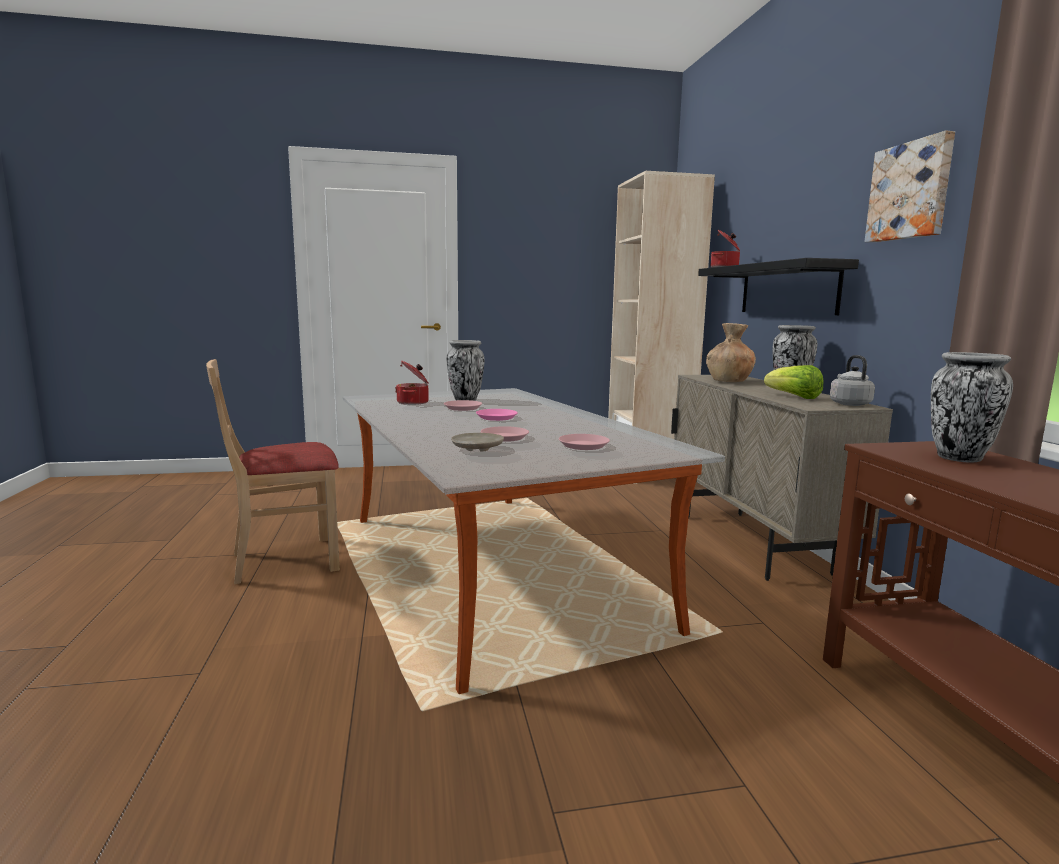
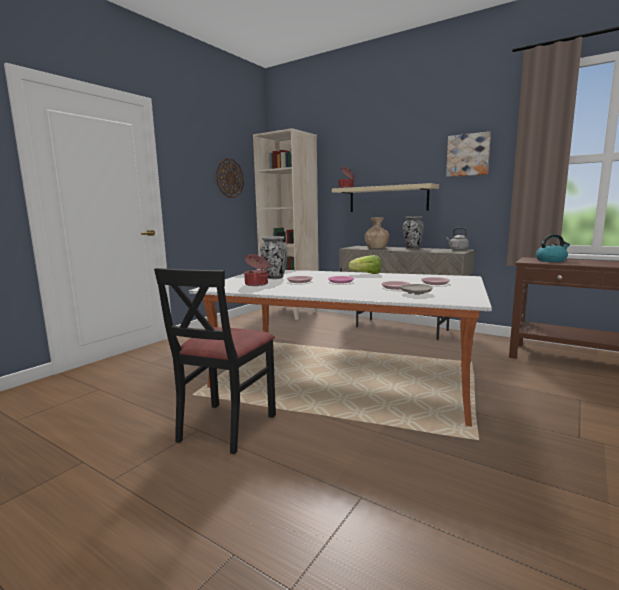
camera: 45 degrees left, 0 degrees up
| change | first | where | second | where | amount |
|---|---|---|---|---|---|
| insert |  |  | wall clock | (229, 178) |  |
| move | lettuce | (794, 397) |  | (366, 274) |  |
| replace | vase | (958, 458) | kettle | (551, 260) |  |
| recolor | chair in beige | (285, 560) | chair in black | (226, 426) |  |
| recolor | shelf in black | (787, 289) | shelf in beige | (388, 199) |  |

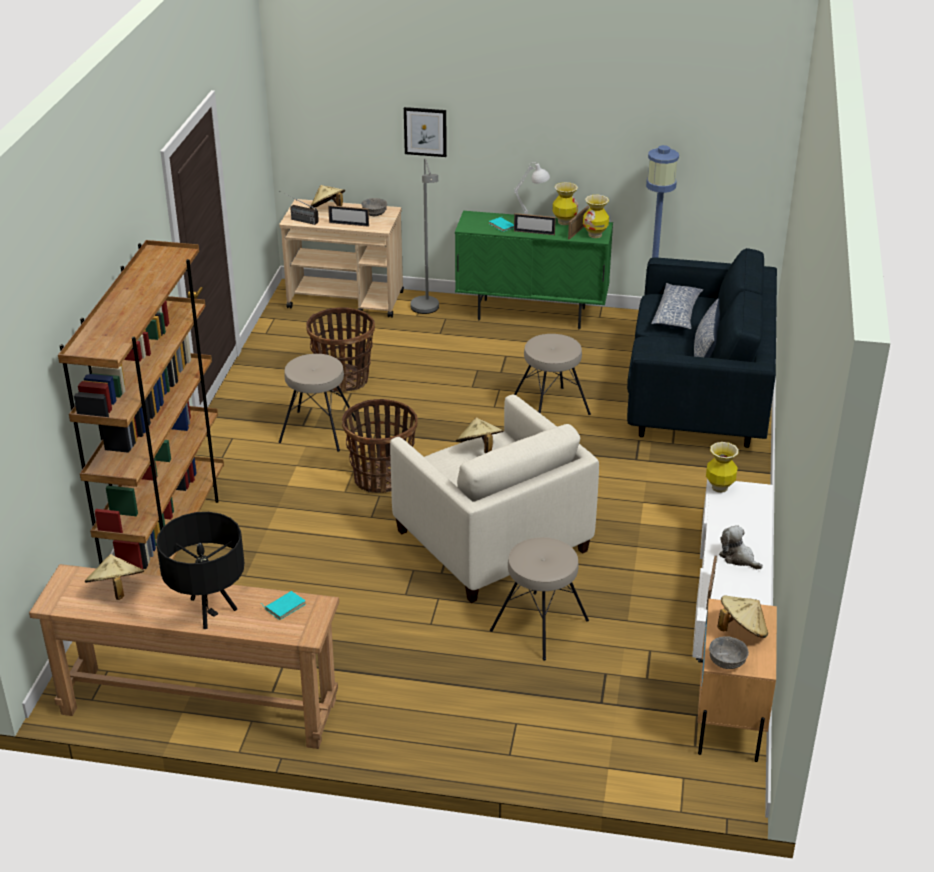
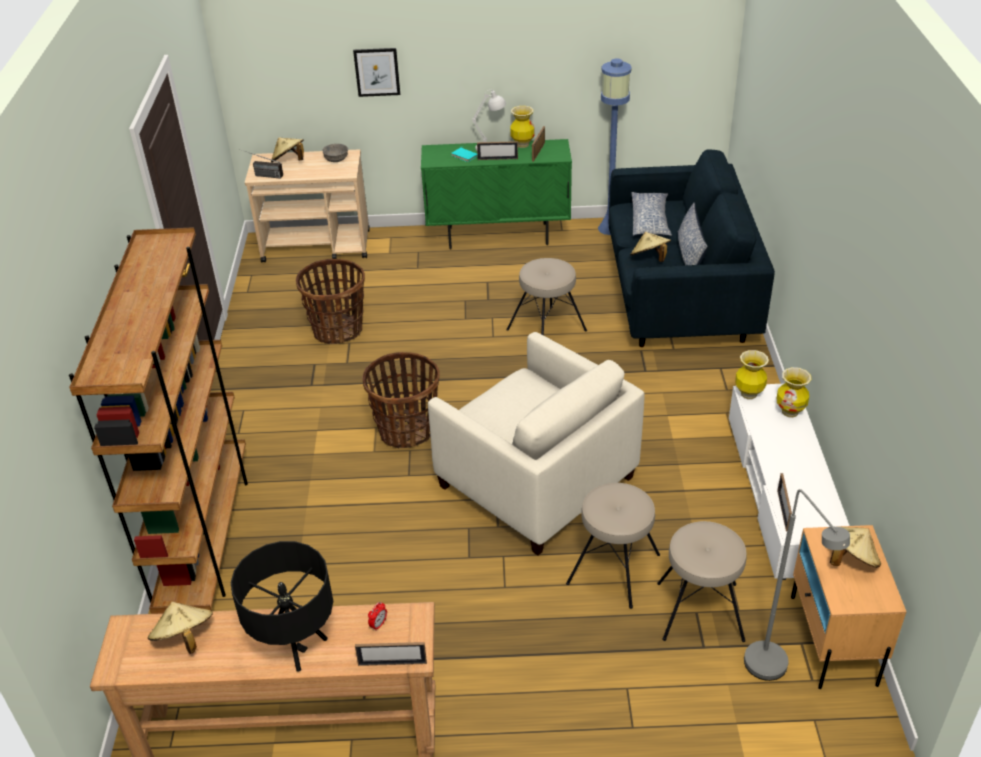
camera: 10 degrees left, 5 degrees up
| change | first | where | second | where | amount |
|---|---|---|---|---|---|
| delete | bowl in grey | (726, 663) |  |  |  |
| delete | plush toy | (738, 558) |  |  |  |
| move | stool in beige | (318, 430) |  | (699, 610) |  |
| move | picture frame | (349, 224) |  | (392, 663) |  |
| move | floor lamp in grey | (427, 311) |  | (773, 671) |  |
| move | hat in beige | (479, 448) |  | (649, 259) |  |
| move | vase | (595, 235) |  | (790, 412) |  |
| replace | book in turquoise | (284, 606) | alarm clock | (378, 624) |  |

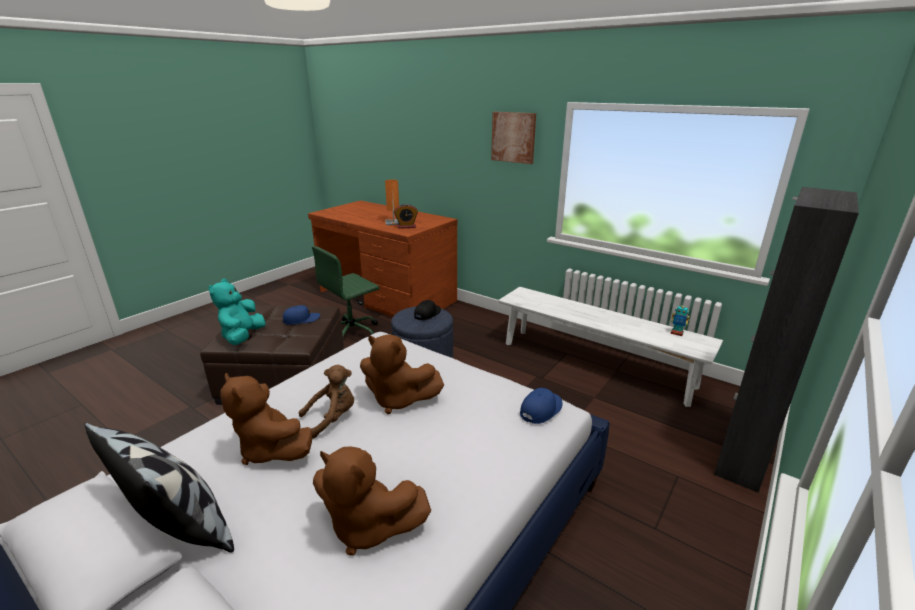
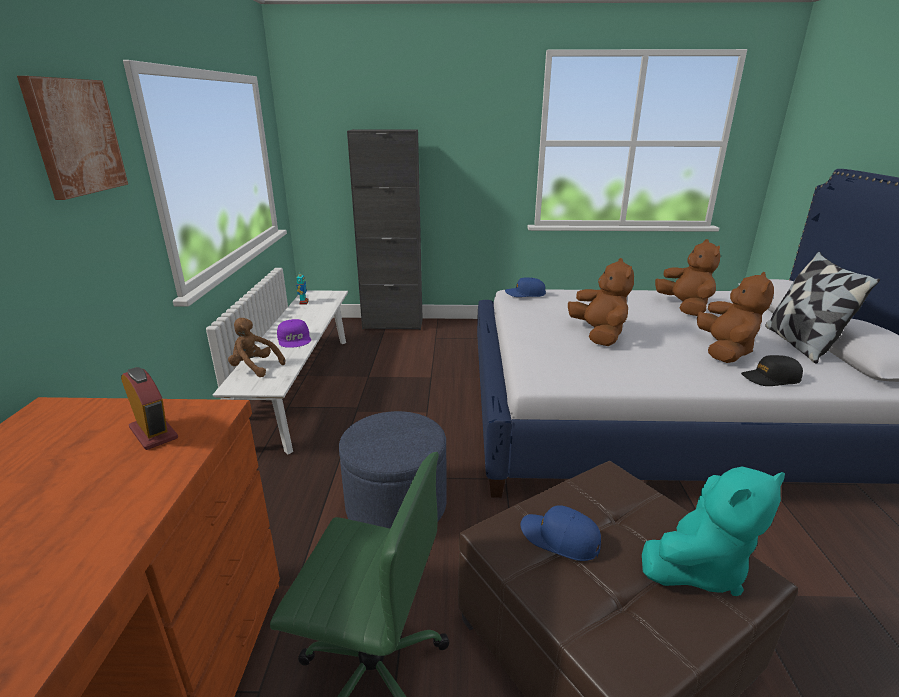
camera: 125 degrees left, 0 degrees up
| change | first | where | second | where | amount |
|---|---|---|---|---|---|
| delete | table lamp in orange | (393, 222) |  |  |  |
| insert |  |  | cap in purple | (295, 339) |  |
| move | plush toy in brown | (332, 418) |  | (255, 367) |  |
| move | cap in black | (427, 314) |  | (770, 378) |  |

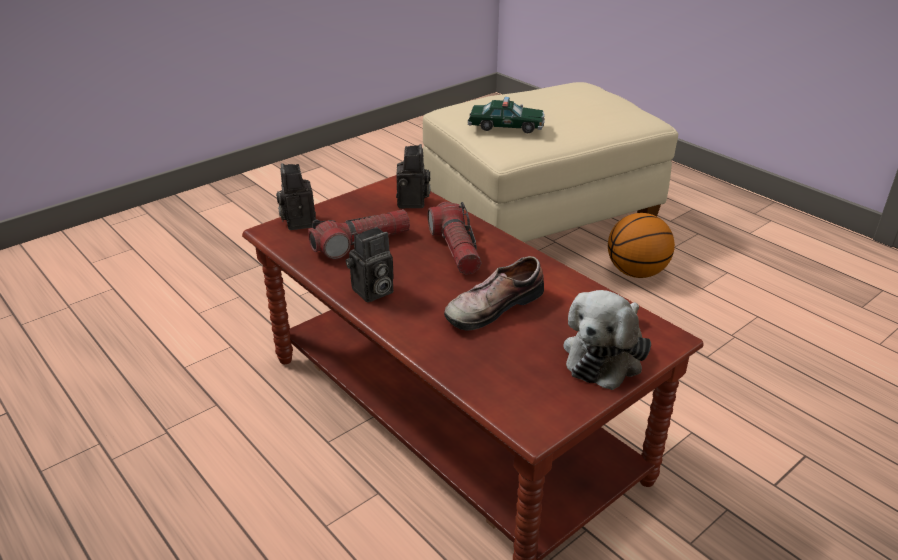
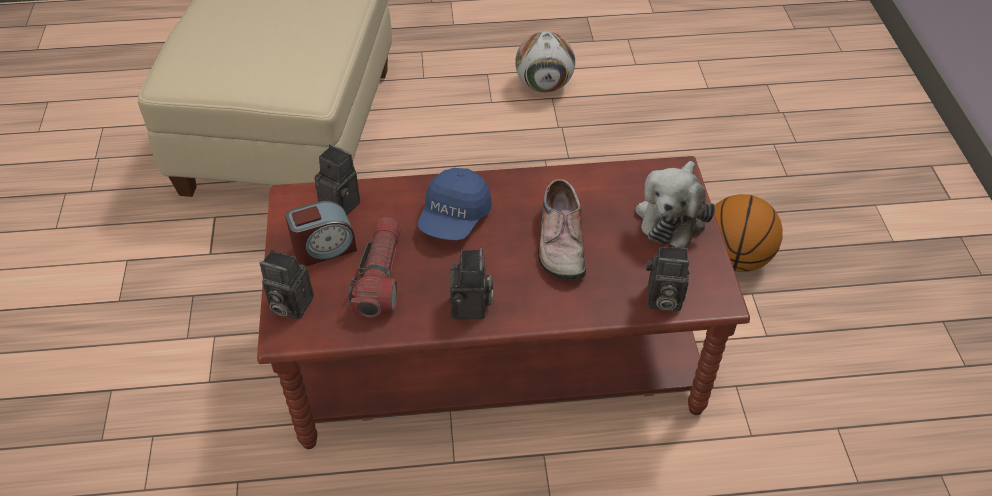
camera: 55 degrees left, 15 degrees up
| change | first | where | second | where | amount |
|---|---|---|---|---|---|
| delete | toy car | (506, 126) |  |  |  |
| insert |  |  | alarm clock | (324, 249) |  |
| insert |  |  | football | (544, 85) |  |
| insert |  |  | photo camera | (661, 299) |  |
| move | basketball | (636, 272) |  | (735, 258) |  |
| replace | flashlight | (456, 249) | cap in blue | (454, 218) |  |
| rotate | plush toy | (605, 355) |  | (672, 215) | 45 degrees clockwise |

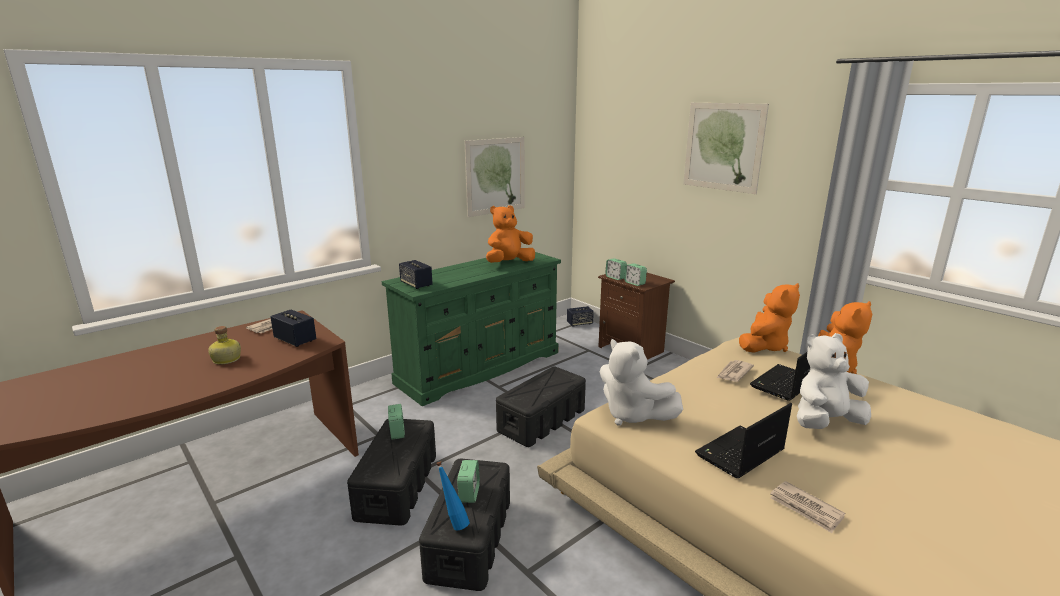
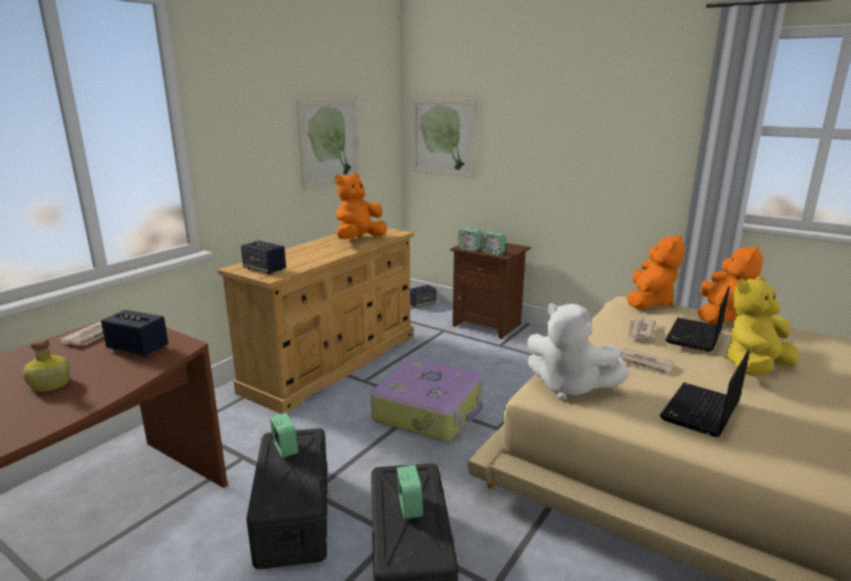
camera: 15 degrees left, 0 degrees up
| change | first | where | second | where | amount |
|---|---|---|---|---|---|
| delete | bottle in blue | (454, 523) |  |  |  |
| move | picture | (723, 147) |  | (443, 137) |  |
| move | newspaper | (806, 509) |  | (644, 364) |  |
| replace | storage box in black | (542, 420) | suitcase | (430, 411) |  |
| recolor | dresser in green | (480, 367) | dresser in beige | (333, 362) |  |
| recolor | plush toy in white | (825, 422) | plush toy in yellow | (755, 368) |  |

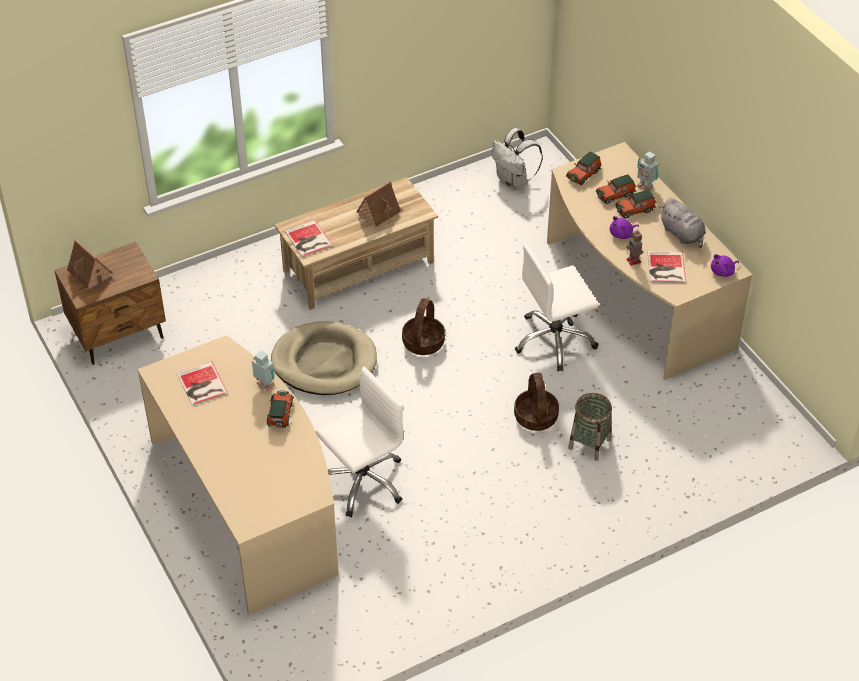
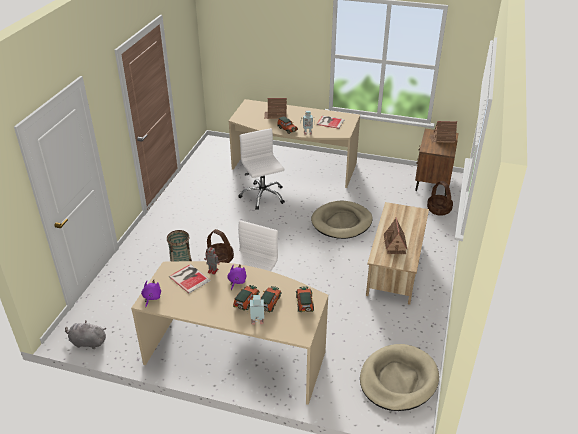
camera: 135 degrees right, 10 degrees down
| change | first | where | second | where | amount |
|---|---|---|---|---|---|
| delete | book | (308, 240) |  |  |  |
| insert |  |  | toy house | (275, 115) |  |
| move | basket | (423, 342) |  | (439, 209) |  |
| move | plush toy in grey | (683, 234) |  | (87, 342) |  |
| replace | backpack in white | (514, 182) | dog bed in beige | (398, 380) |  |
| rotate | office chair in white | (362, 481) |  | (262, 196) | 150 degrees clockwise |

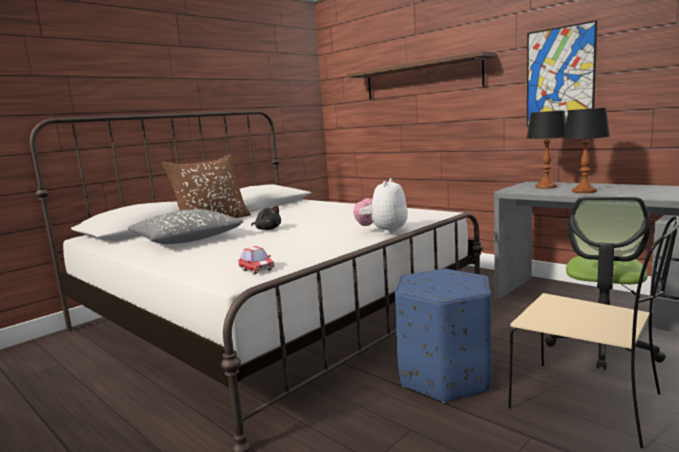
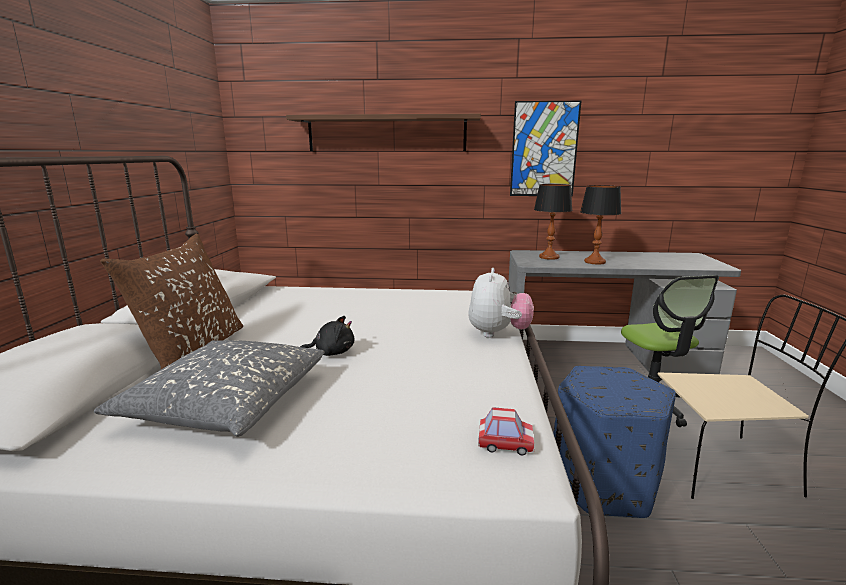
camera: 40 degrees left, 5 degrees up
| change | first | where | second | where | amount |
|---|---|---|---|---|---|
| rotate | plush toy | (383, 232) |  | (498, 333) | 150 degrees counterclockwise |

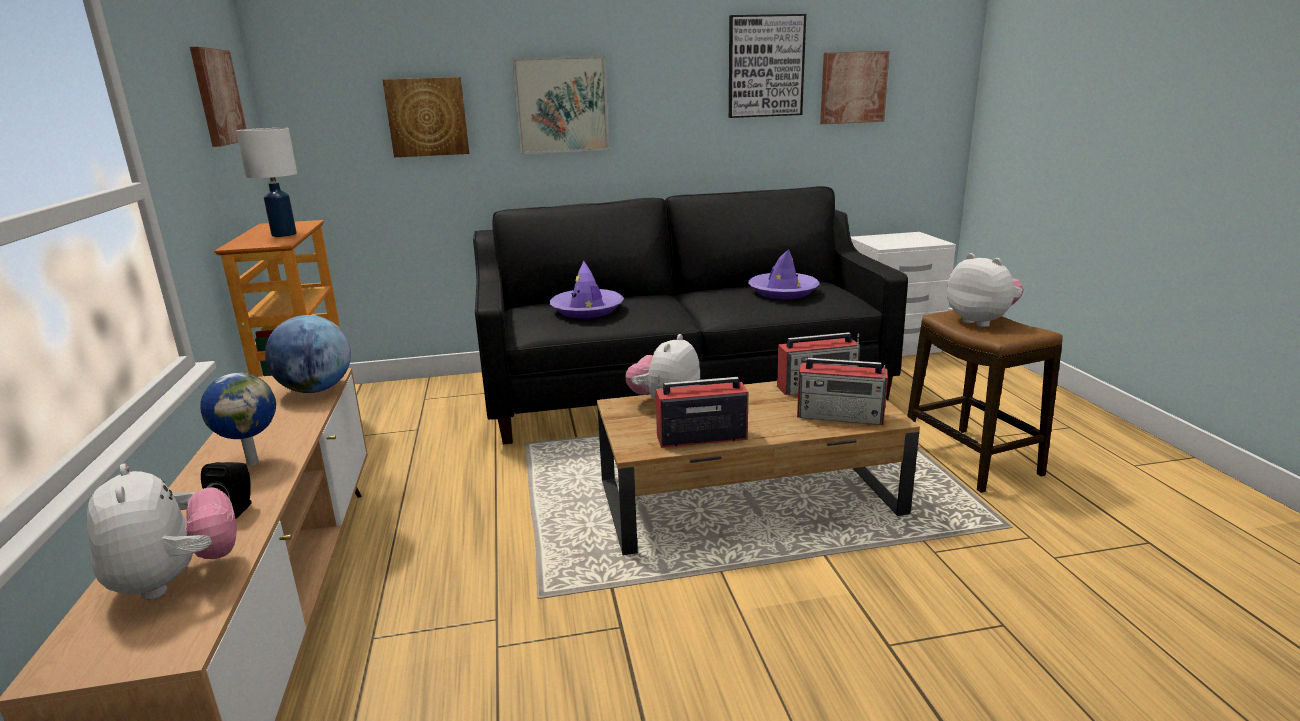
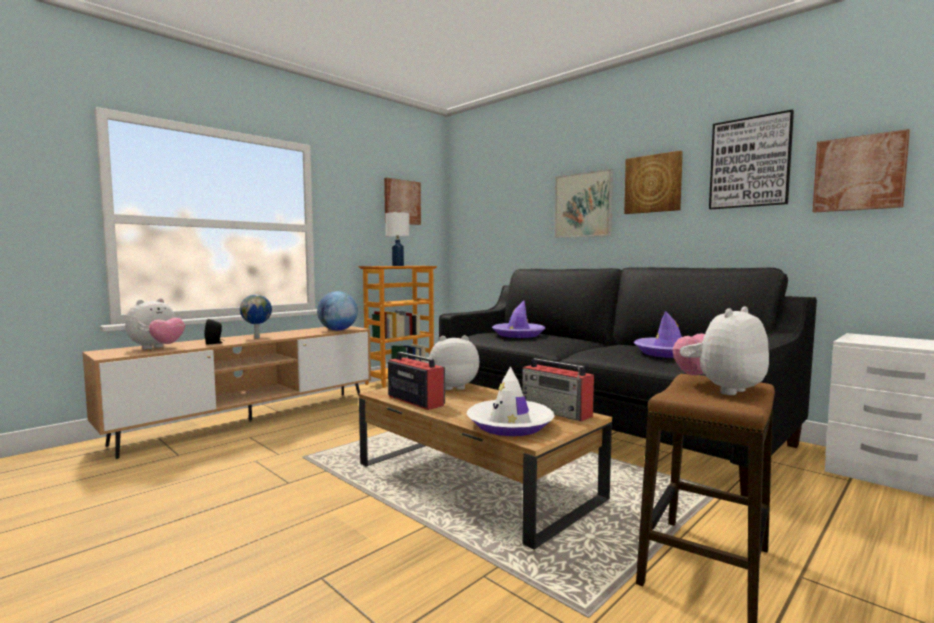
camera: 55 degrees right, 15 degrees down
| change | first | where | second | where | amount |
|---|---|---|---|---|---|
| move | picture | (427, 117) |  | (653, 184) |  |
| replace | radio | (841, 416) | hat in white | (510, 425) |  |
| rotate | plush toy | (981, 321) |  | (720, 389) | 150 degrees counterclockwise |

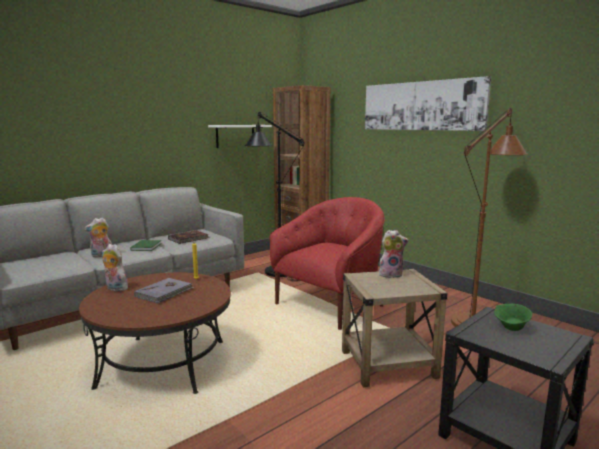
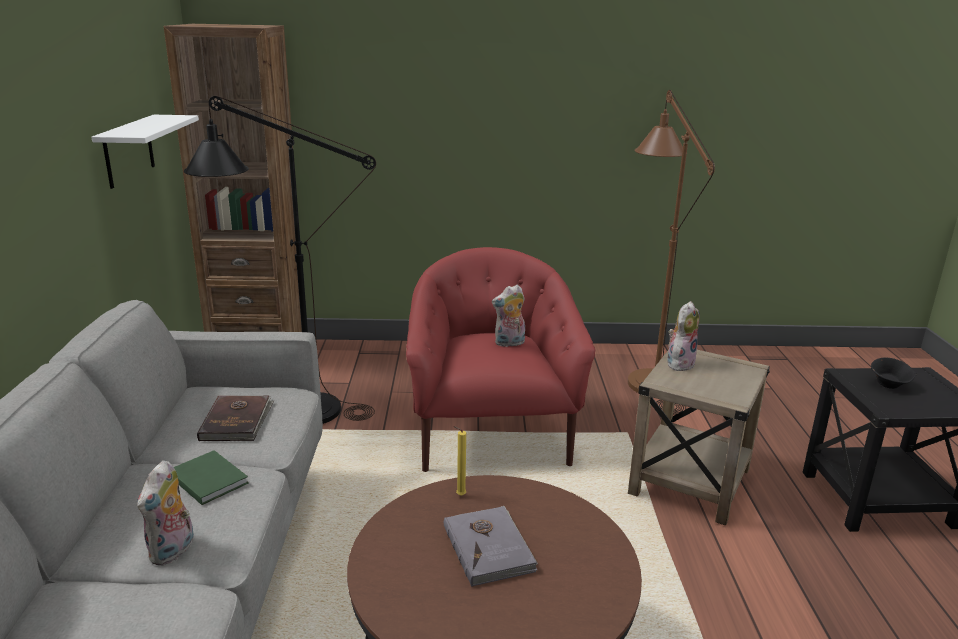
camera: 50 degrees left, 10 degrees up
| change | first | where | second | where | amount |
|---|---|---|---|---|---|
| delete | picture | (421, 106) |  |  |  |
| move | plush toy | (115, 288) |  | (509, 343) |  |
| recolor | bowl in green | (511, 328) | bowl in black | (889, 385) |  |

